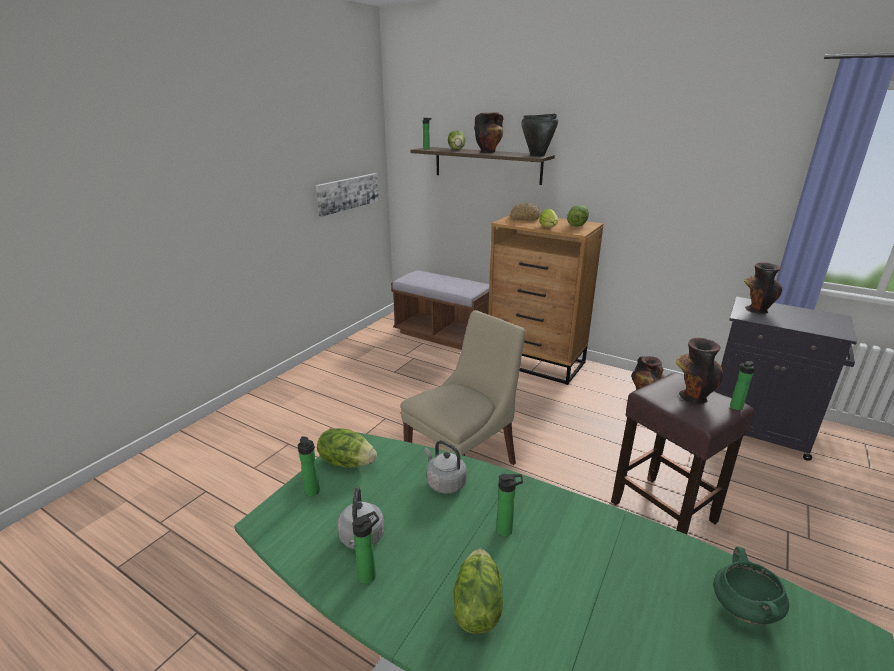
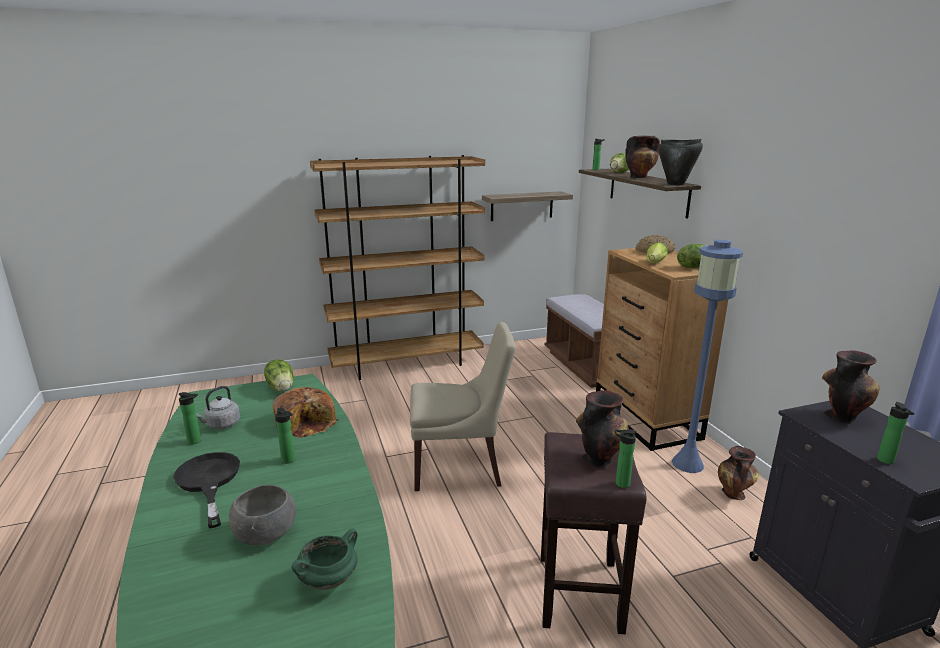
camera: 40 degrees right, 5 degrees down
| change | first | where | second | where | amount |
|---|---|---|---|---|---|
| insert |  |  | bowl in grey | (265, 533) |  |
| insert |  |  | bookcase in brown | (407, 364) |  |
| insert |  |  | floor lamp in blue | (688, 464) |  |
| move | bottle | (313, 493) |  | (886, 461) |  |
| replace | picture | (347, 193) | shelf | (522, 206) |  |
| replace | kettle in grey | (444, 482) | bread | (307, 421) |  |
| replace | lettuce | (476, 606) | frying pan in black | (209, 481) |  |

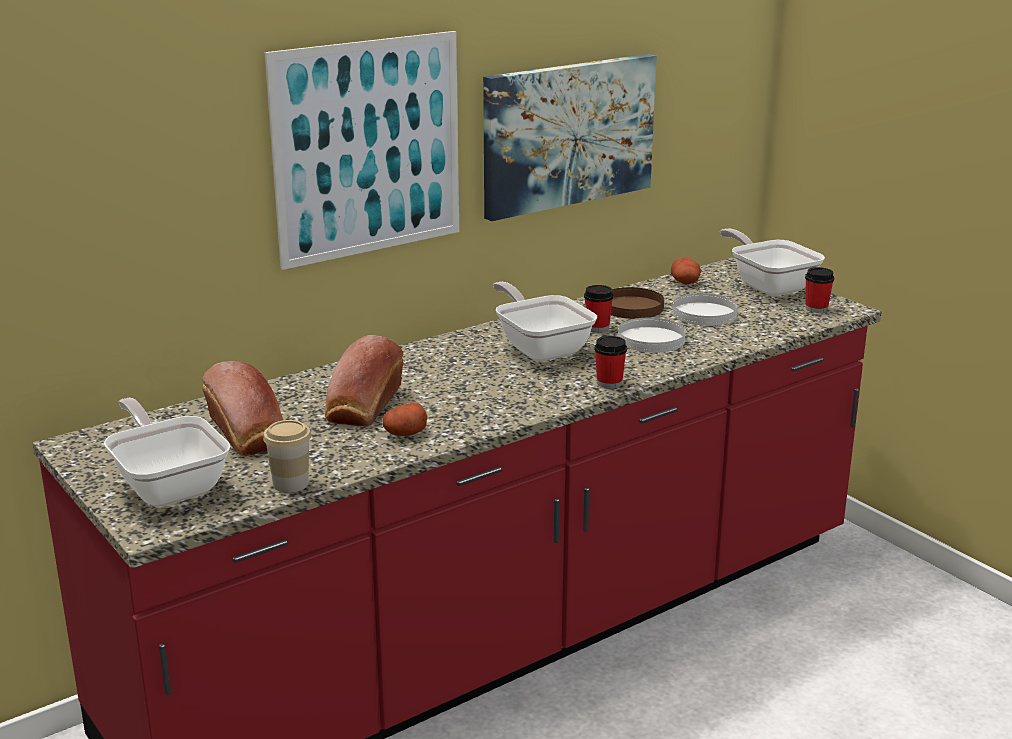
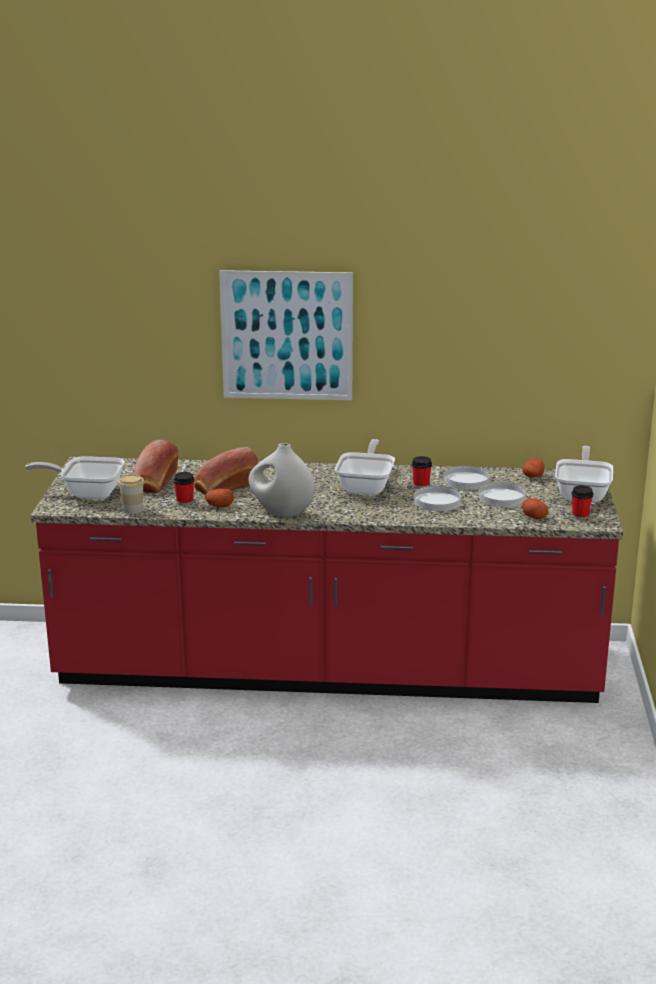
camera: 40 degrees right, 0 degrees up
| change | first | where | second | where | amount |
|---|---|---|---|---|---|
| delete | picture | (568, 134) |  |  |  |
| insert |  |  | vase in white | (281, 512) |  |
| insert |  |  | potato | (533, 516) |  |
| move | cup | (609, 383) |  | (185, 502) |  |
| recolor | plate in brown | (631, 307) | plate in white | (466, 480) |  |
| rotate | frying pan | (168, 485) |  | (87, 493) | 90 degrees counterclockwise |

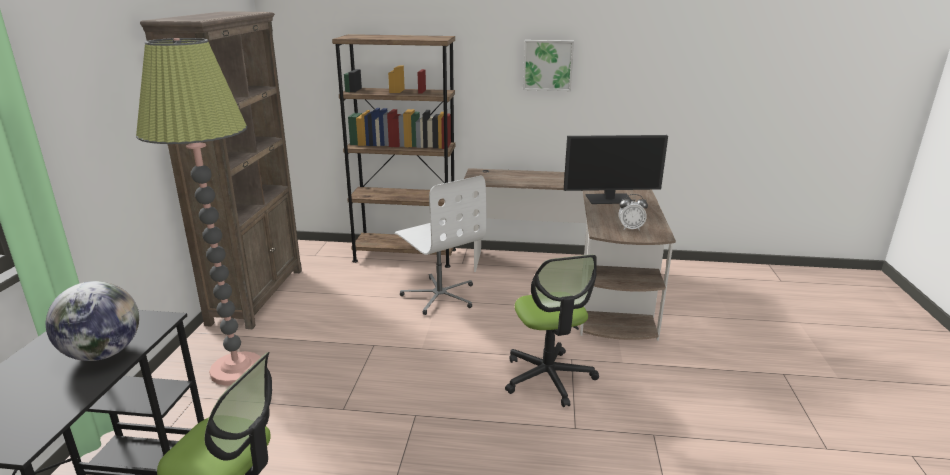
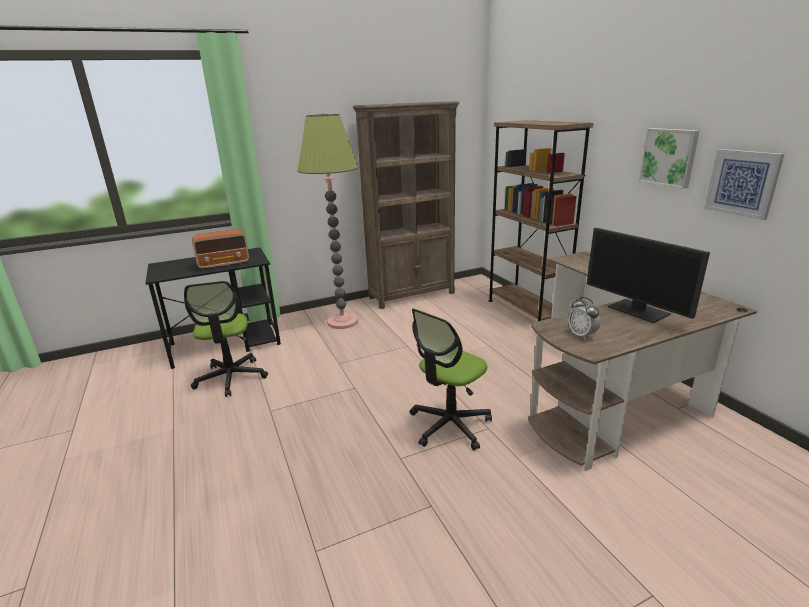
camera: 60 degrees right, 0 degrees up
| change | first | where | second | where | amount |
|---|---|---|---|---|---|
| delete | office chair in white | (440, 295) |  |  |  |
| insert |  |  | picture | (742, 183) |  |
| replace | globe | (103, 353) | radio | (224, 264) |  |

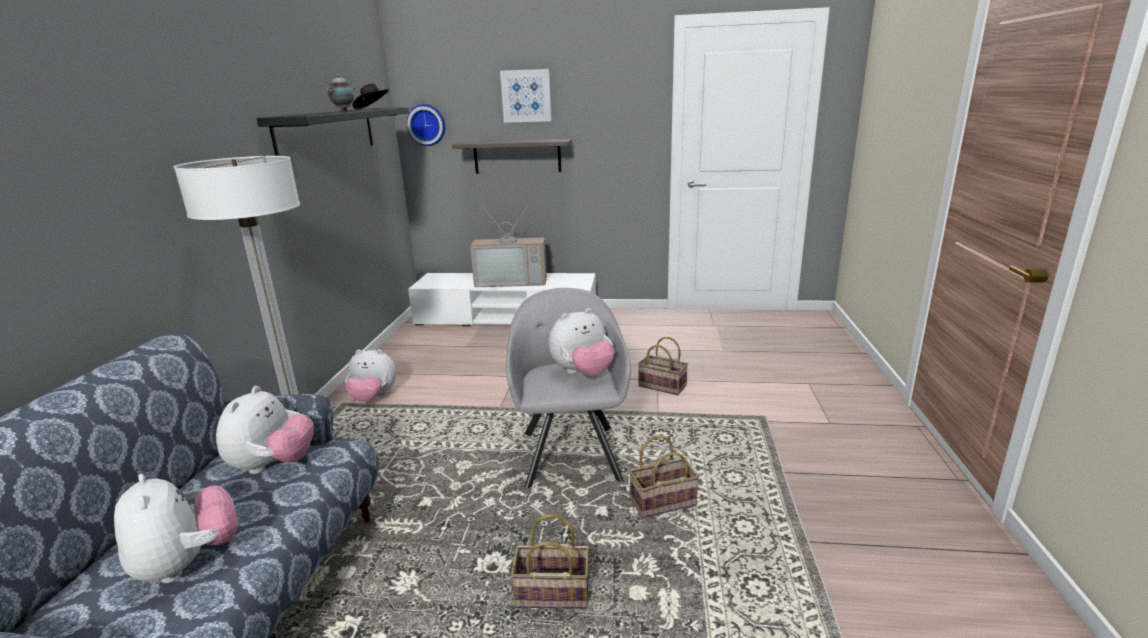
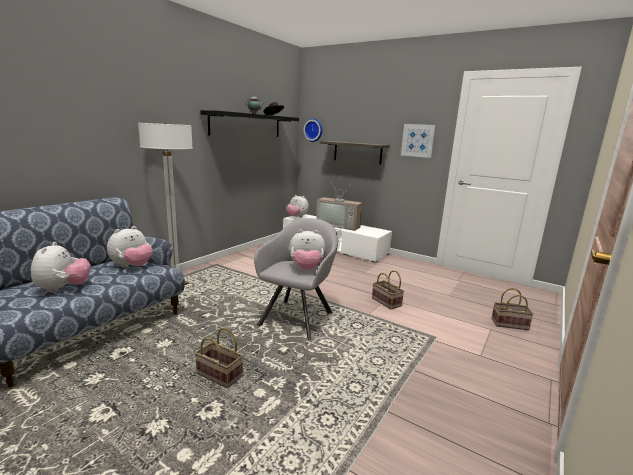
camera: 25 degrees right, 5 degrees down
| change | first | where | second | where | amount |
|---|---|---|---|---|---|
| move | plush toy | (373, 397) |  | (297, 217) |  |
| move | picture | (526, 96) |  | (418, 140) |  |
| move | basket | (664, 501) |  | (510, 324) |  |

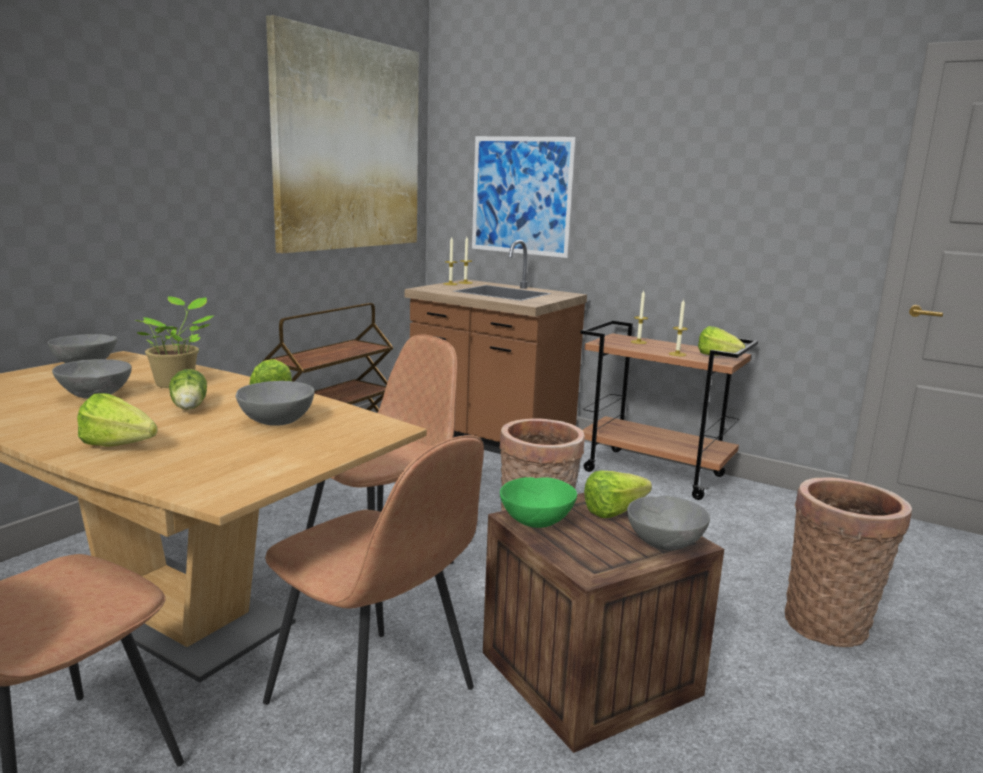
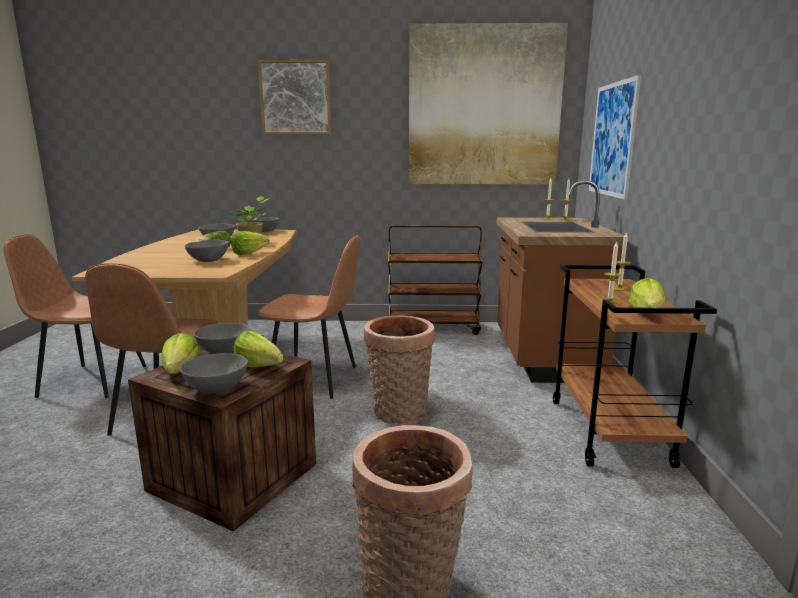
camera: 60 degrees right, 0 degrees up
| change | first | where | second | where | amount |
|---|---|---|---|---|---|
| insert |  |  | picture | (295, 98) |  |
| move | lettuce | (122, 447) |  | (178, 374) |  |
| recolor | bowl in green | (536, 520) | bowl in grey | (224, 351) |  |

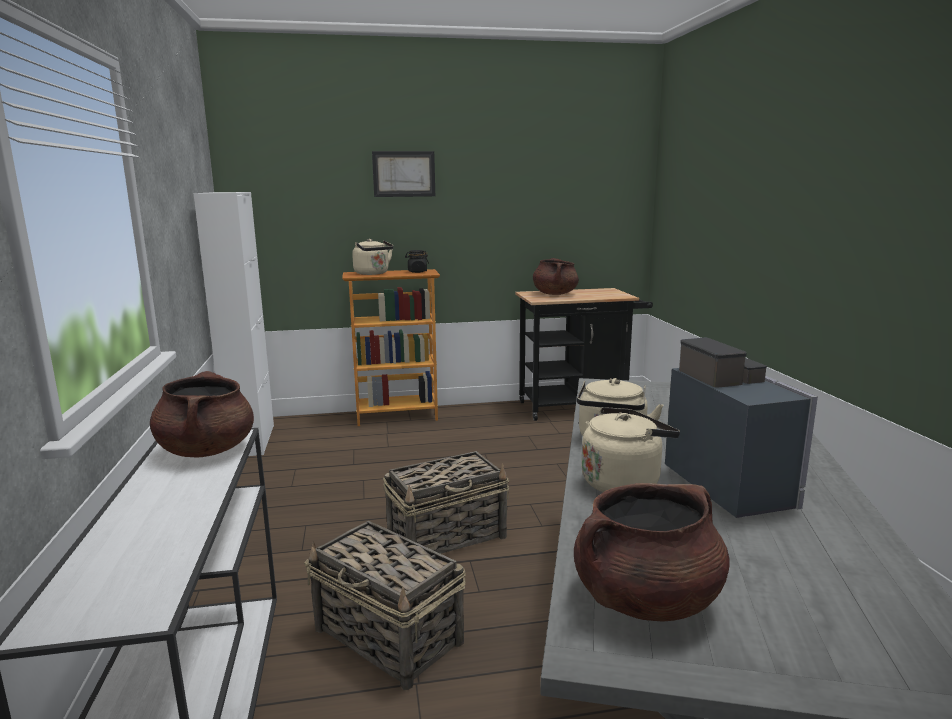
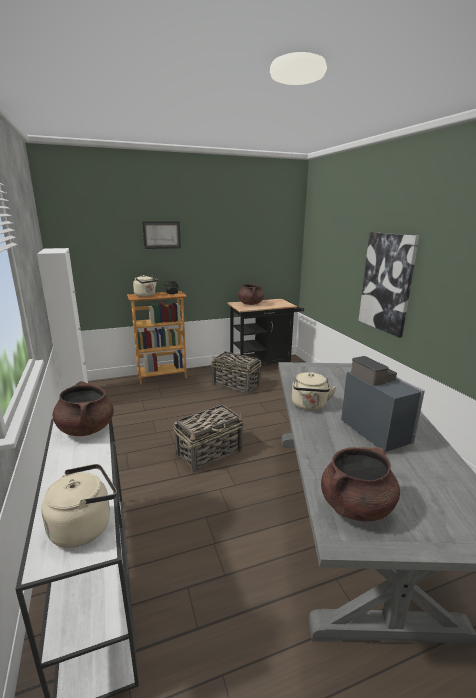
camera: 10 degrees left, 5 degrees up
| change | first | where | second | where | amount |
|---|---|---|---|---|---|
| insert |  |  | picture | (387, 283) |  |
| move | basket | (389, 637) |  | (236, 384) |  |
| move | kettle in beige | (623, 482) |  | (85, 526) |  |

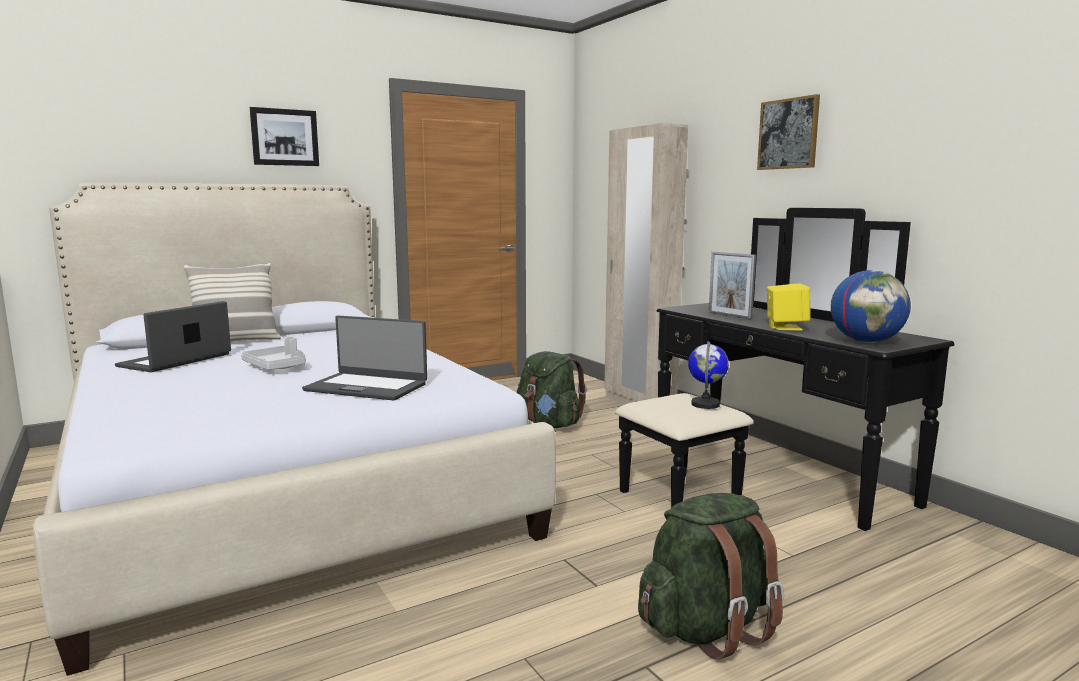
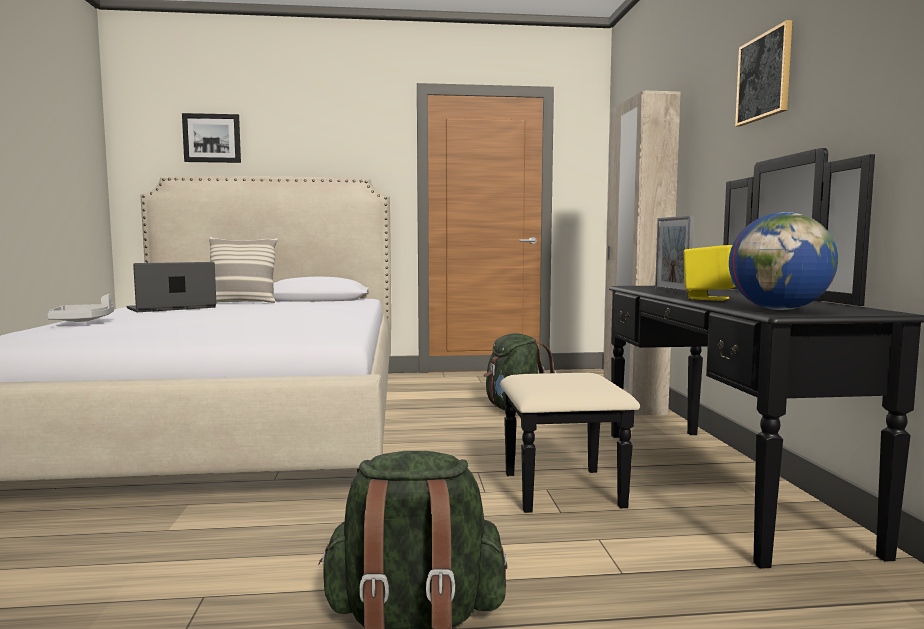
camera: 25 degrees right, 5 degrees down
| change | first | where | second | where | amount |
|---|---|---|---|---|---|
| delete | laptop | (367, 387) |  |  |  |
| delete | globe | (705, 404) |  |  |  |
| move | tray in grey | (277, 367) |  | (83, 321) |  |
| move | picture | (284, 137) |  | (212, 138) |  |

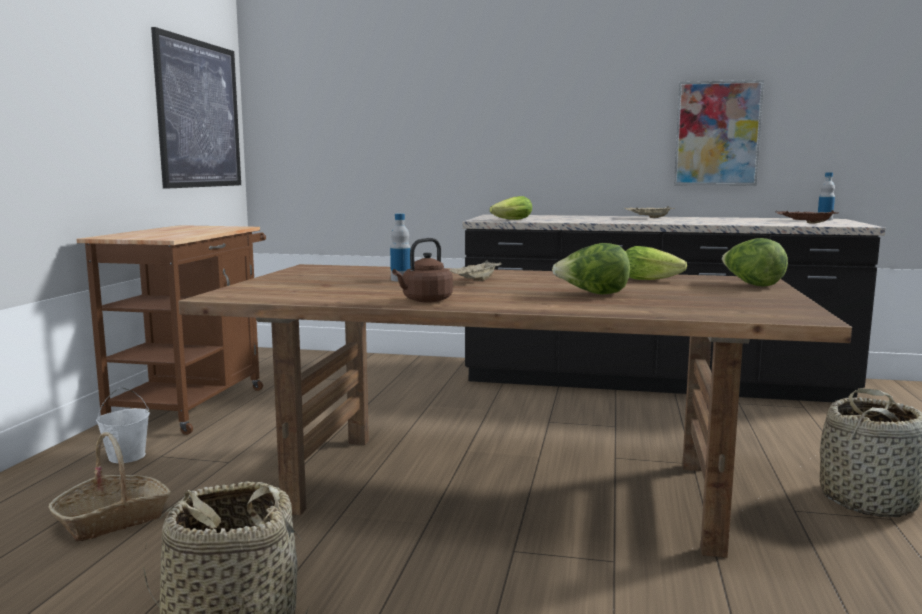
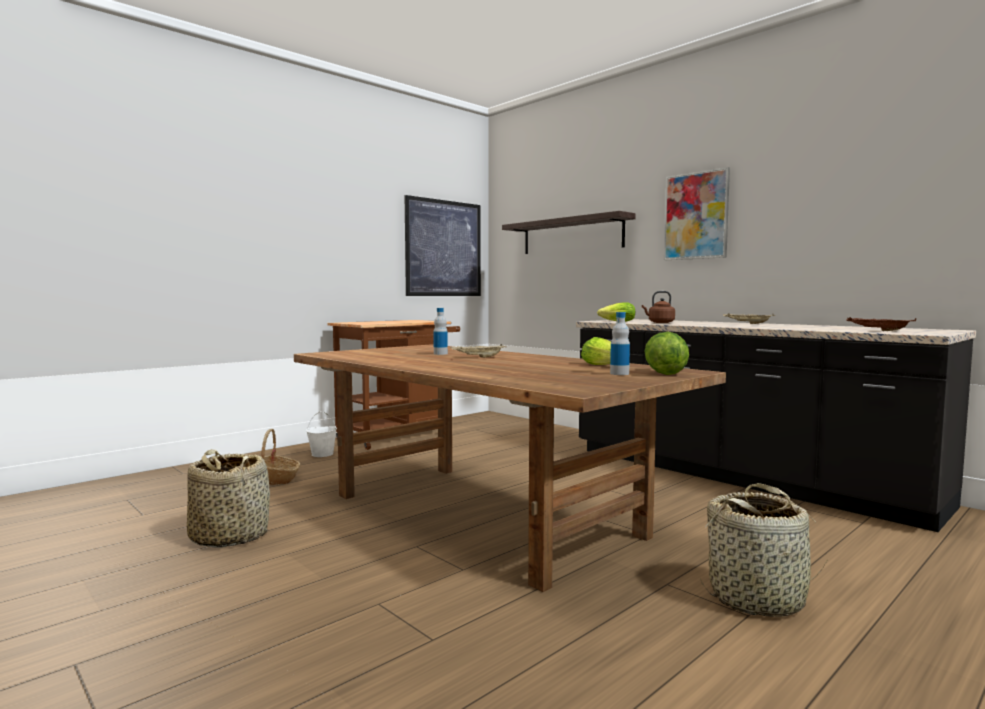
camera: 35 degrees right, 5 degrees down
| change | first | where | second | where | amount |
|---|---|---|---|---|---|
| delete | lettuce | (593, 294) |  |  |  |
| insert |  |  | shelf | (571, 235) |  |
| move | kettle in brown | (425, 300) |  | (659, 322) |  |
| move | picture | (717, 134) |  | (696, 216) |  |
| move | bottle | (824, 219) |  | (619, 374) |  |

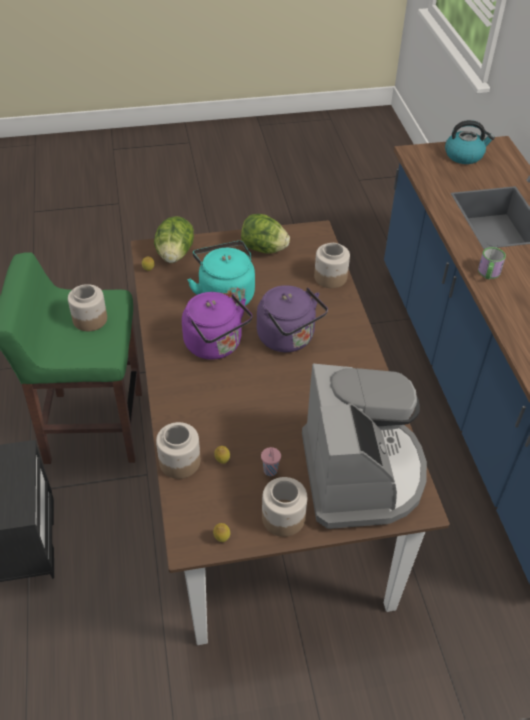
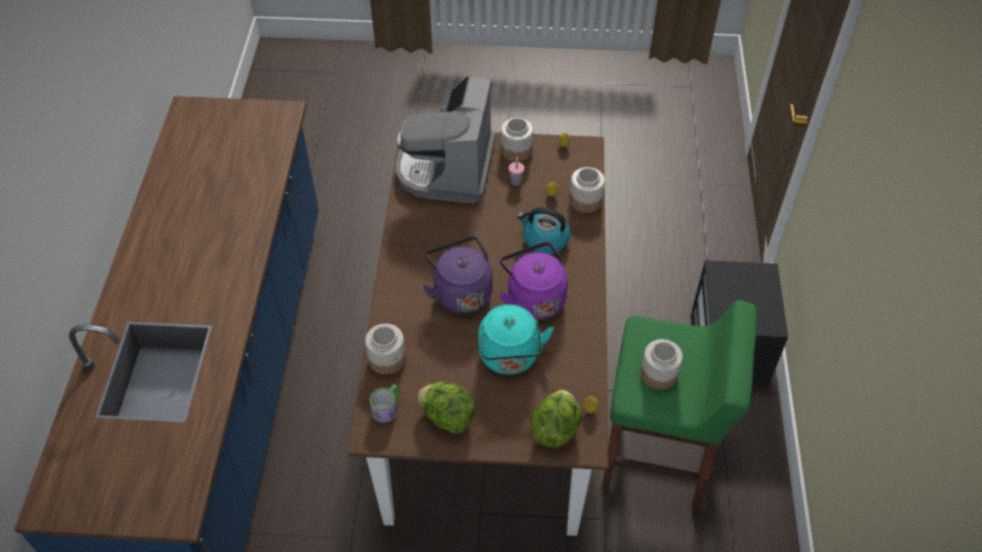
camera: 165 degrees left, 5 degrees up
| change | first | where | second | where | amount |
|---|---|---|---|---|---|
| move | kettle | (464, 155) |  | (544, 240) |  |
| move | mug | (488, 274) |  | (387, 408) |  |

